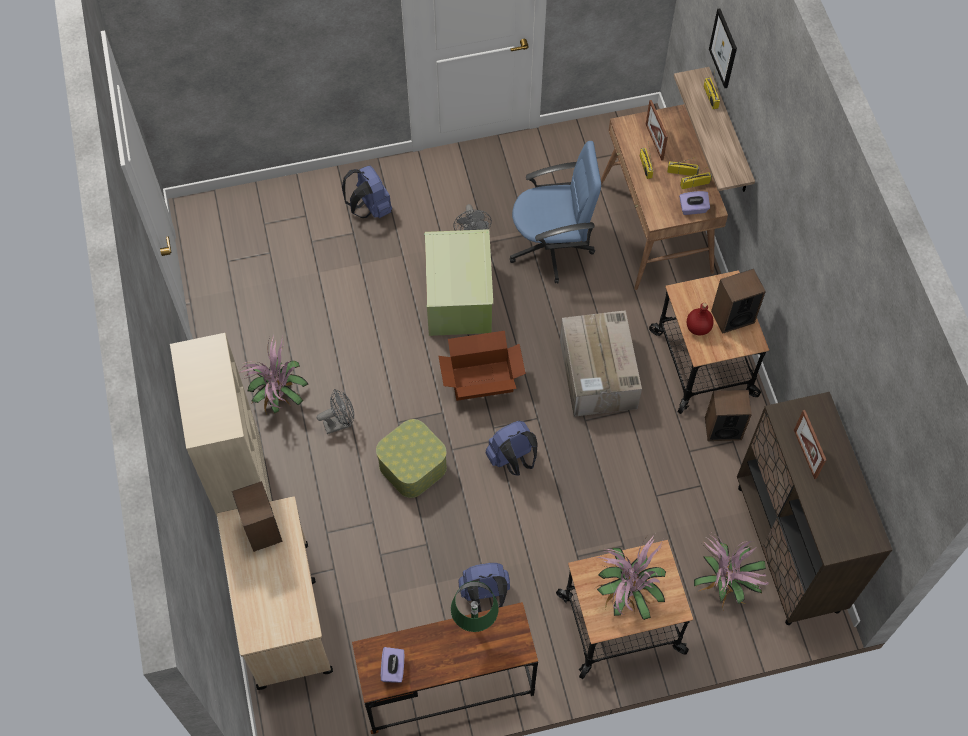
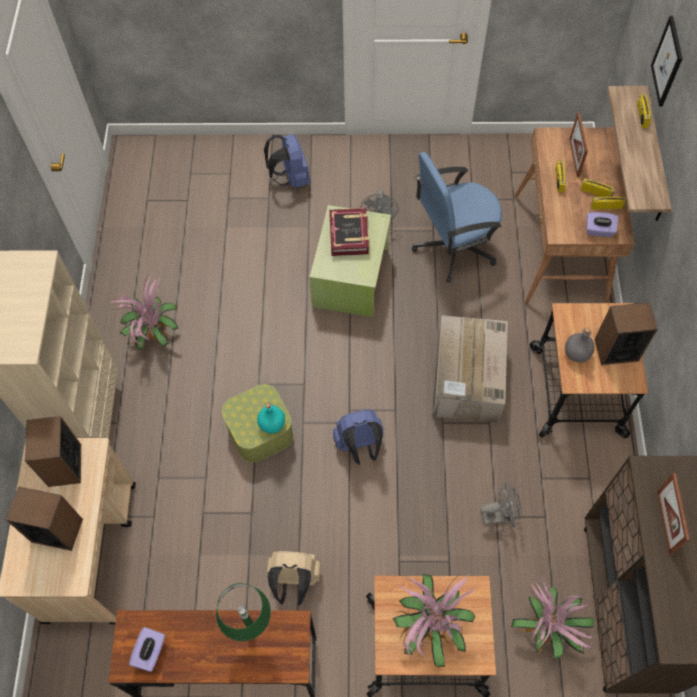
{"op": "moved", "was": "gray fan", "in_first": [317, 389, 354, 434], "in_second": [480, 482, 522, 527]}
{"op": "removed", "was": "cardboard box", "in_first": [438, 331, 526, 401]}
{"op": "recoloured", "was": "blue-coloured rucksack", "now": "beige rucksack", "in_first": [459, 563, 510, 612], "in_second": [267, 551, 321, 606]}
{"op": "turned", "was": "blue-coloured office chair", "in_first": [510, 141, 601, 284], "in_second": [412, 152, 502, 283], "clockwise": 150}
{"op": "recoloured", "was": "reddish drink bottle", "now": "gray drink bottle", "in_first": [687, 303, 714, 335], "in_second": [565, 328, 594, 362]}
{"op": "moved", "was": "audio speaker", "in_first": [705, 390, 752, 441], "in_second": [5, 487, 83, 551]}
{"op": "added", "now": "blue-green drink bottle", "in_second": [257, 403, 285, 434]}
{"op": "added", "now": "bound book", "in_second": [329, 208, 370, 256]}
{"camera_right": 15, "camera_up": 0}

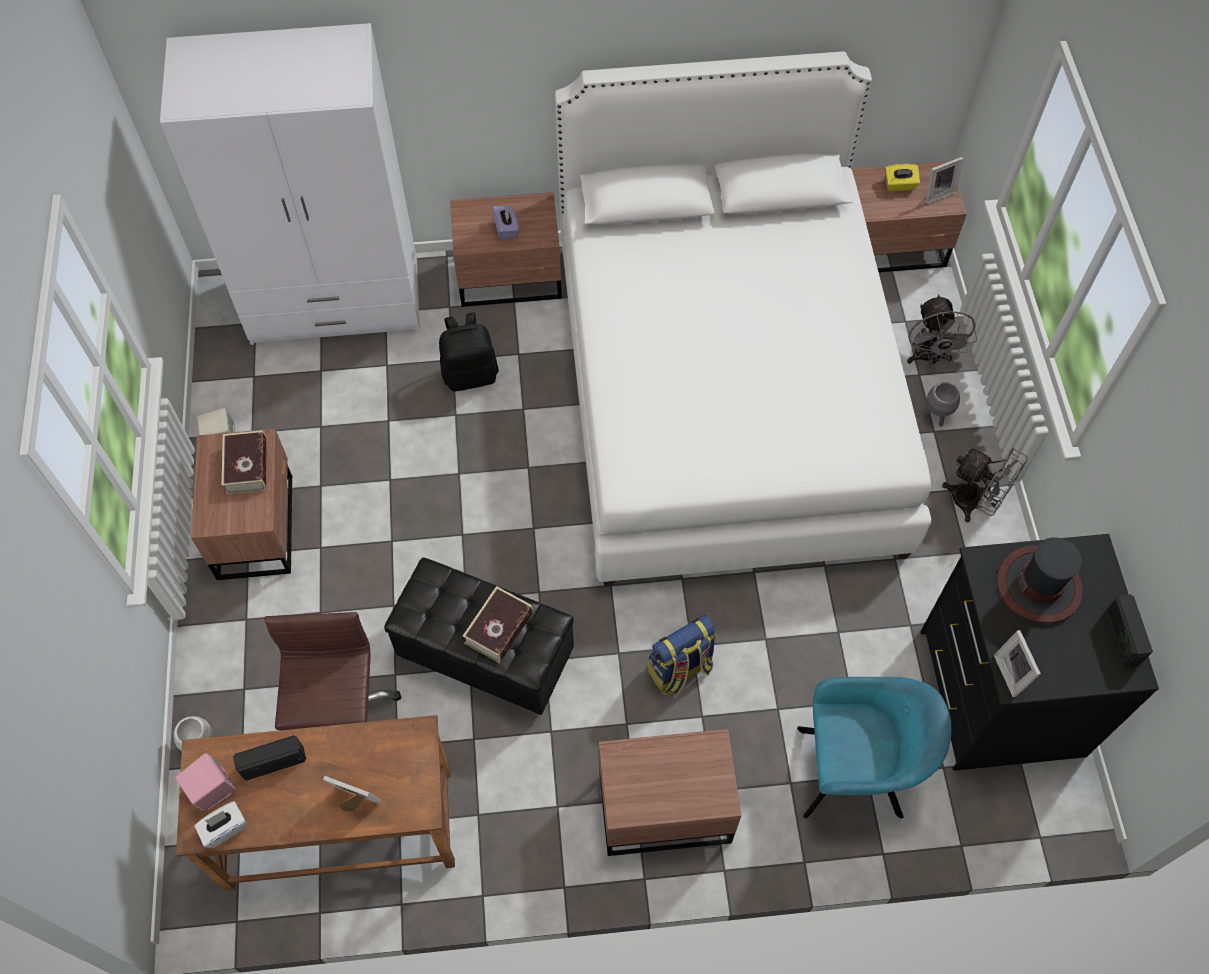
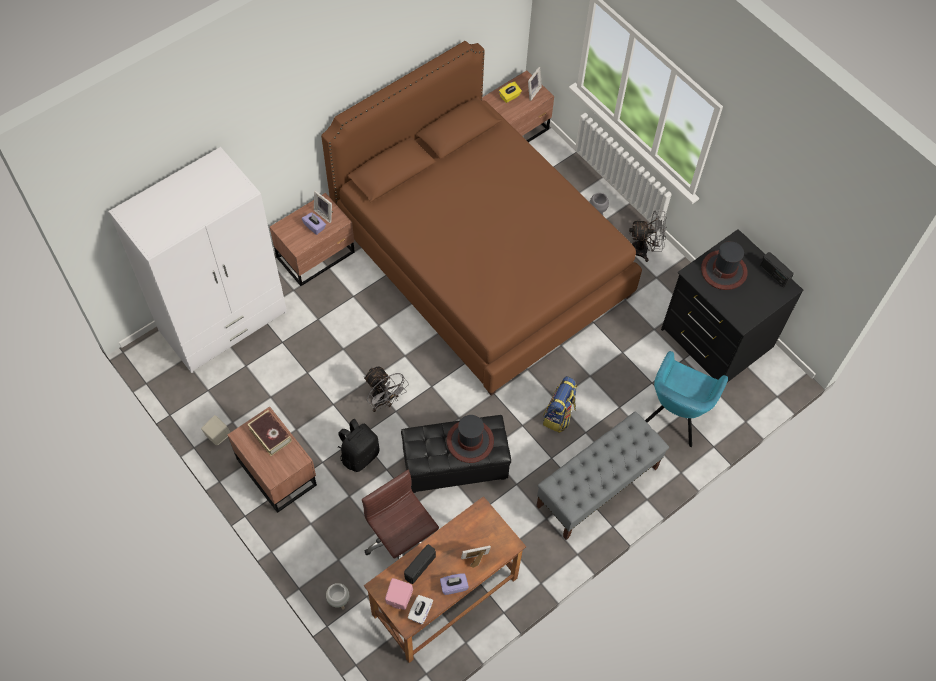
{"op": "moved", "was": "blackish rucksack", "in_first": [439, 312, 499, 391], "in_second": [338, 419, 380, 472]}
{"op": "replaced", "was": "bound book", "now": "wearable hat", "in_first": [463, 586, 533, 663], "in_second": [447, 415, 494, 463]}
{"op": "recoloured", "was": "white bedroom bed", "now": "brown-coloured bedroom bed", "in_first": [555, 51, 932, 586], "in_second": [321, 41, 642, 395]}
{"op": "replaced", "was": "brown-coloured bedside table", "now": "gray bench", "in_first": [599, 729, 741, 856], "in_second": [536, 411, 669, 540]}
{"op": "turned", "was": "blue-green armchair", "in_first": [797, 677, 952, 819], "in_second": [645, 351, 728, 447], "clockwise": 150}
{"op": "moved", "was": "gray fan", "in_first": [907, 294, 977, 365], "in_second": [364, 366, 409, 412]}
{"op": "moved", "was": "photo frame", "in_first": [994, 630, 1041, 698], "in_second": [314, 191, 333, 223]}
{"op": "added", "now": "purplish box of tissues", "in_second": [440, 573, 469, 595]}
{"camera_right": -35, "camera_up": 0}

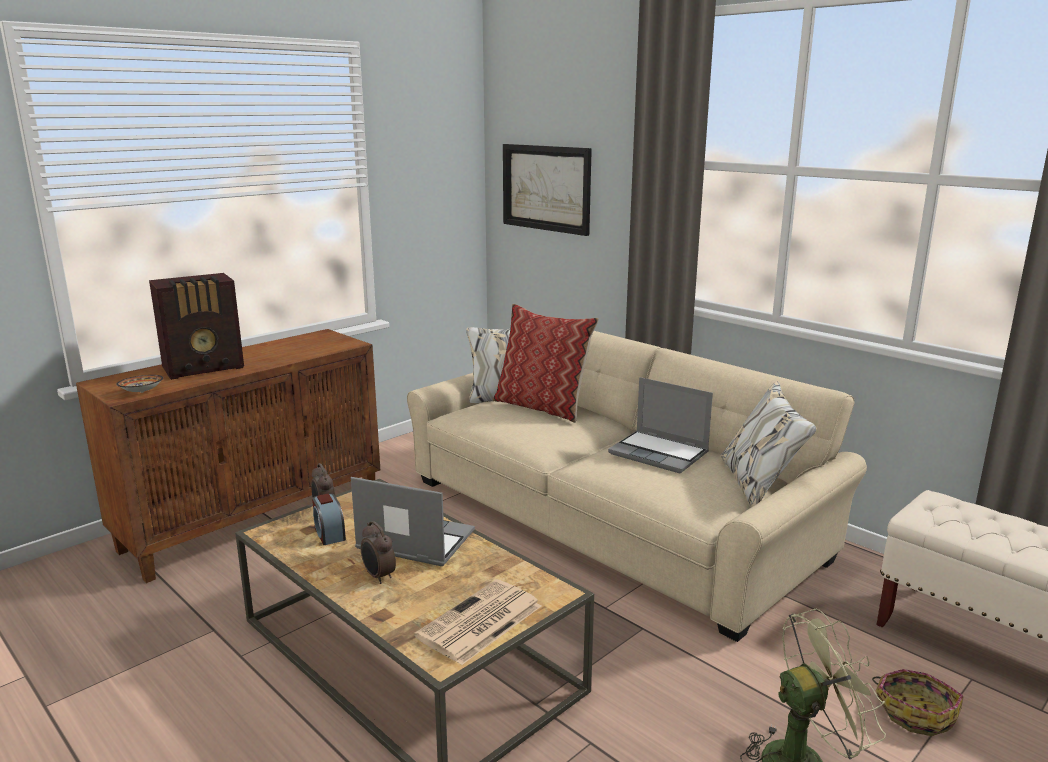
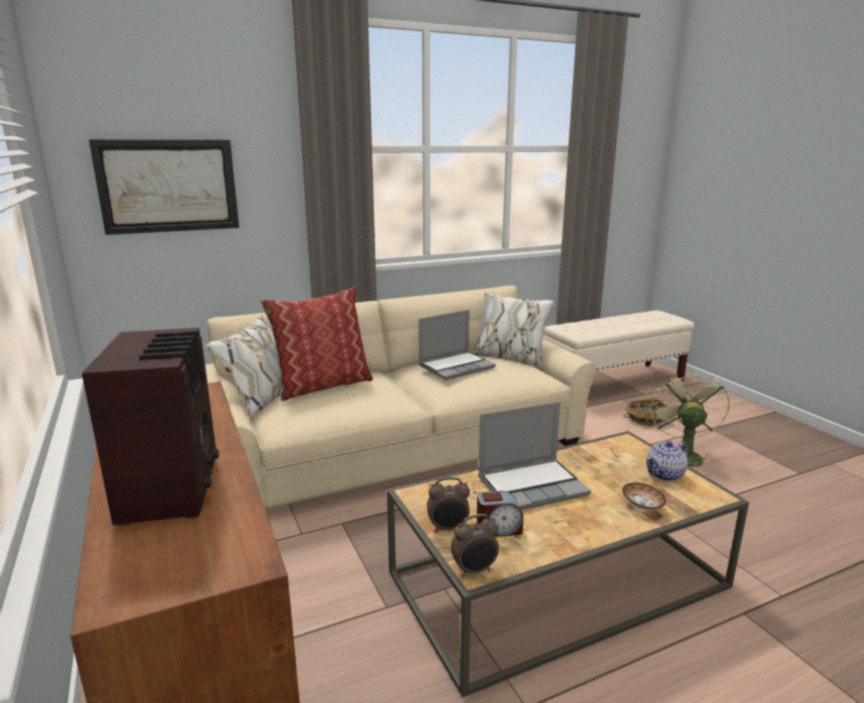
{"op": "moved", "was": "bowl", "in_first": [116, 375, 164, 393], "in_second": [622, 482, 666, 510]}
{"op": "turned", "was": "portable computer", "in_first": [351, 477, 475, 566], "in_second": [478, 402, 591, 510], "clockwise": -150}
{"op": "moved", "was": "table clock", "in_first": [361, 521, 396, 584], "in_second": [451, 514, 499, 577]}
{"op": "replaced", "was": "daily paper", "now": "pot for tea", "in_first": [414, 580, 541, 665], "in_second": [646, 441, 688, 481]}
{"camera_right": -70, "camera_up": 0}

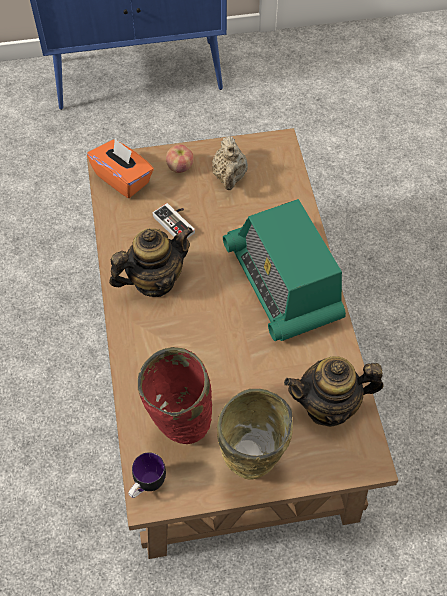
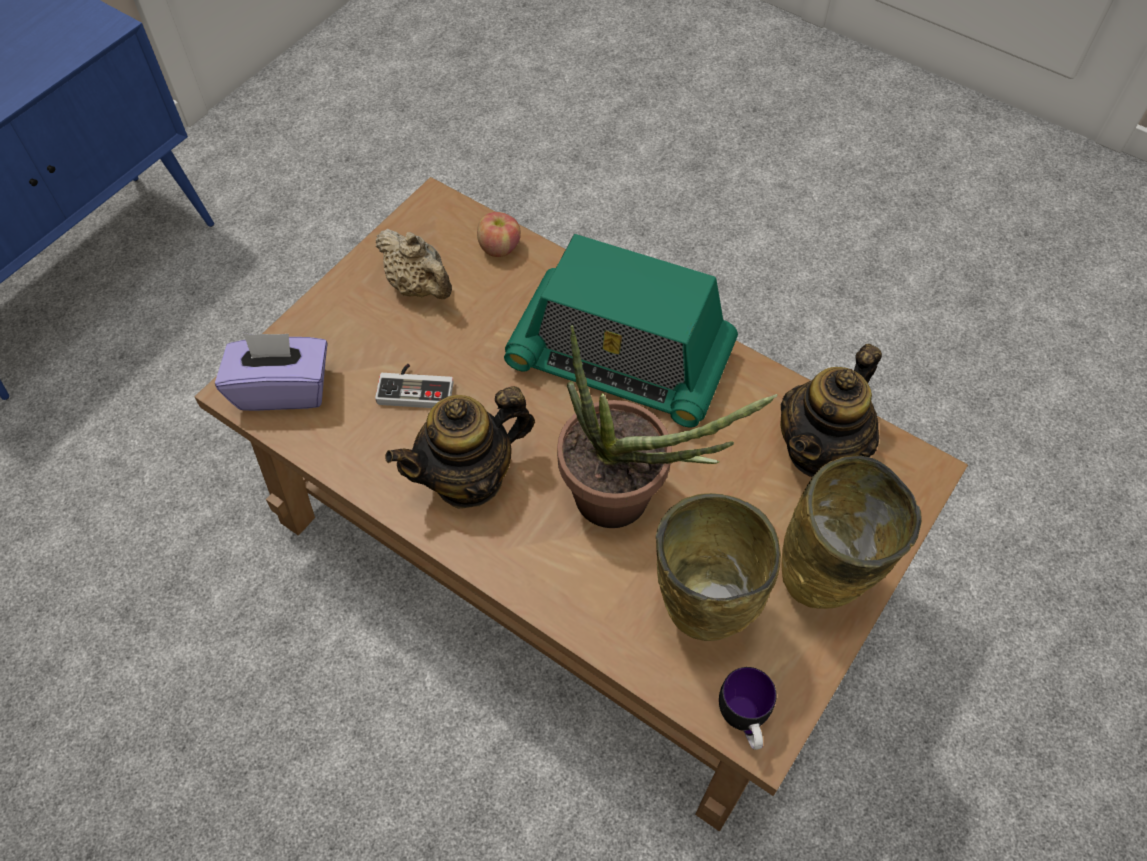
{"op": "recoloured", "was": "orange box of tissues", "now": "purplish box of tissues", "in_first": [87, 138, 154, 198], "in_second": [215, 333, 328, 411]}
{"op": "turned", "was": "pot for tea", "in_first": [109, 227, 193, 297], "in_second": [385, 386, 535, 509], "clockwise": -135}
{"op": "recoloured", "was": "reddish flower vase", "now": "beige flower vase", "in_first": [138, 347, 212, 444], "in_second": [656, 493, 781, 641]}
{"op": "moved", "was": "apple", "in_first": [166, 144, 194, 173], "in_second": [477, 212, 521, 257]}
{"op": "added", "now": "houseplant", "in_second": [557, 325, 778, 528]}
{"camera_right": -45, "camera_up": 0}

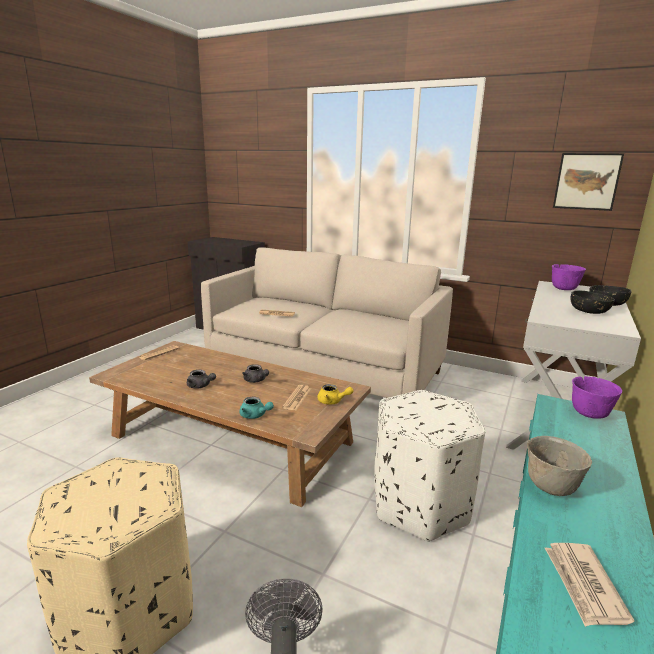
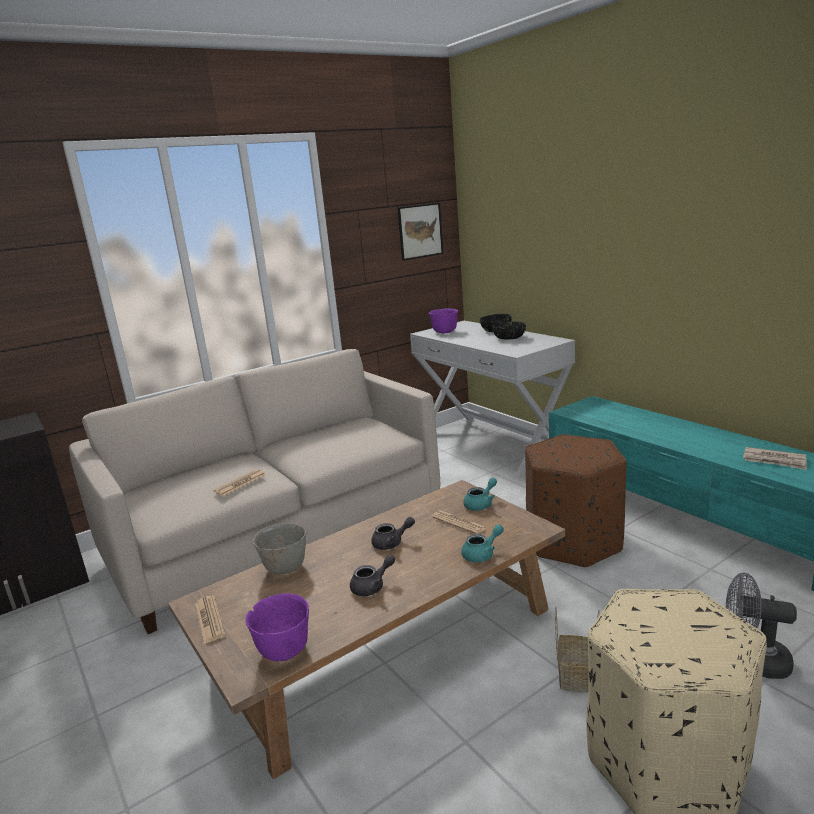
{"op": "recoloured", "was": "yellow-coloured pot for tea", "now": "blue-green pot for tea", "in_first": [317, 384, 354, 405], "in_second": [463, 478, 497, 511]}
{"op": "recoloured", "was": "white footrest", "now": "brown-coloured footrest", "in_first": [374, 390, 485, 542], "in_second": [525, 434, 627, 568]}
{"op": "moved", "was": "gray bowl", "in_first": [527, 436, 592, 496], "in_second": [253, 523, 306, 574]}
{"op": "moved", "was": "purplish bowl", "in_first": [572, 376, 622, 419], "in_second": [245, 593, 309, 661]}
{"op": "added", "now": "household basket", "in_second": [555, 606, 600, 693]}
{"camera_right": -60, "camera_up": 0}

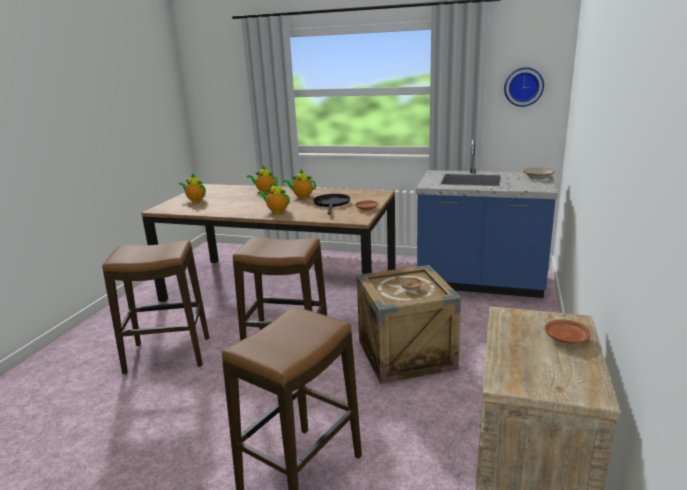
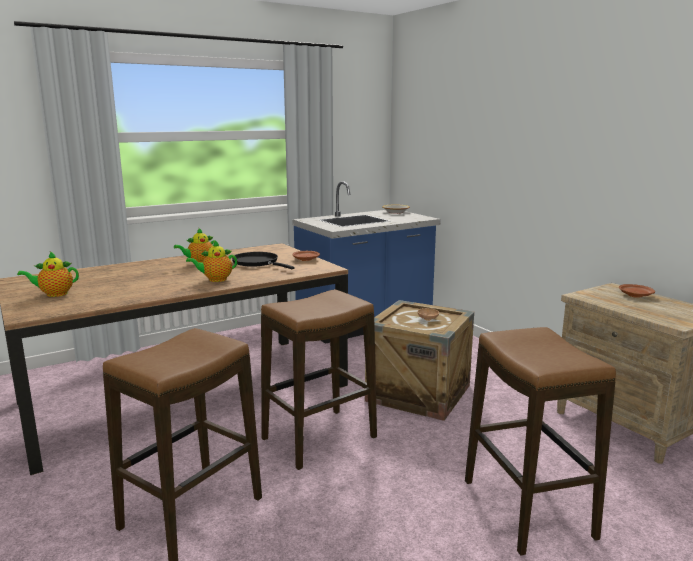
{"op": "removed", "was": "pot for tea", "in_first": [247, 165, 277, 193]}
{"op": "removed", "was": "wall clock", "in_first": [504, 67, 544, 107]}
{"camera_right": -50, "camera_up": -5}

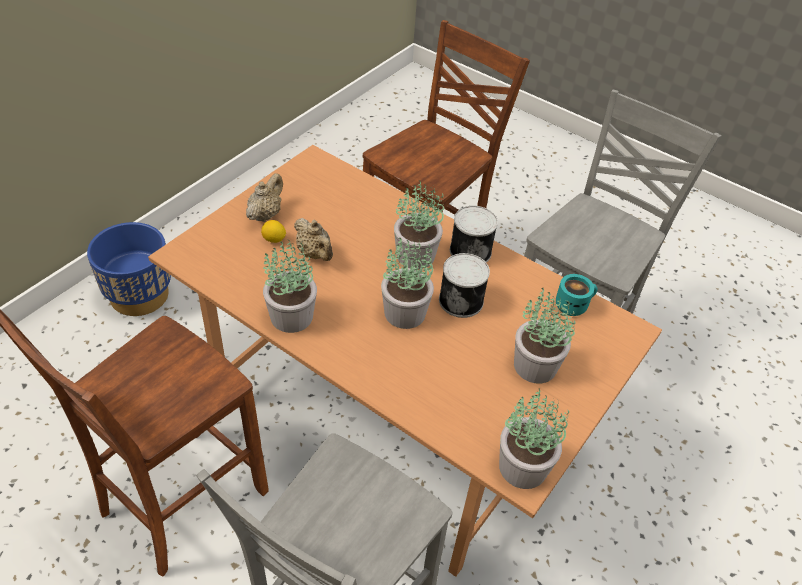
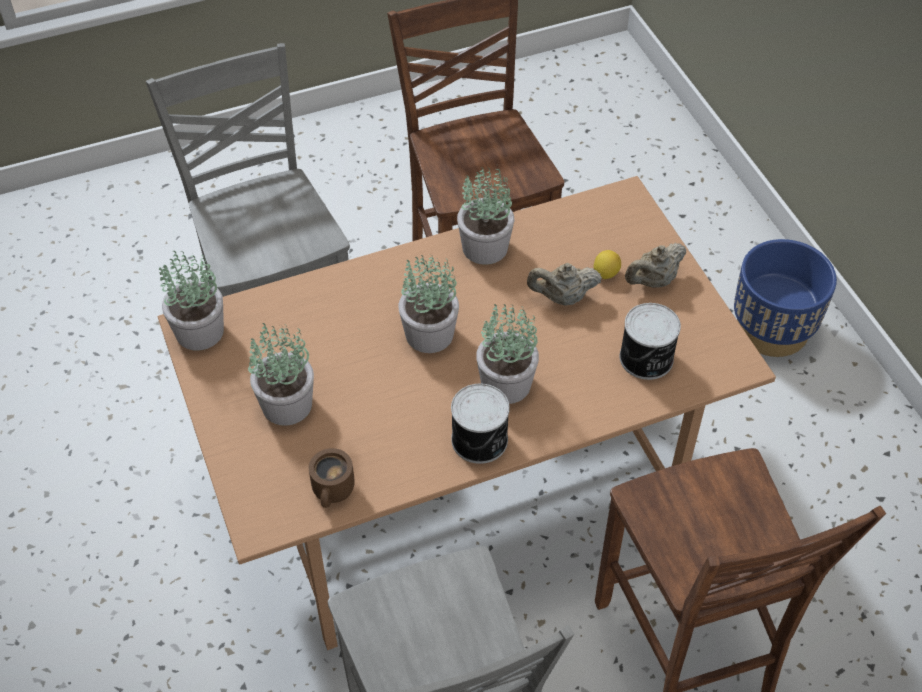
{"op": "turned", "was": "beige pot for tea", "in_first": [246, 173, 283, 222], "in_second": [625, 243, 686, 288], "clockwise": 90}
{"op": "moved", "was": "metal can", "in_first": [439, 253, 490, 318], "in_second": [619, 303, 681, 380]}
{"op": "recoloured", "was": "blue-green tea mug", "now": "brown-coloured tea mug", "in_first": [556, 274, 597, 316], "in_second": [309, 448, 355, 508]}
{"camera_right": 125, "camera_up": 5}

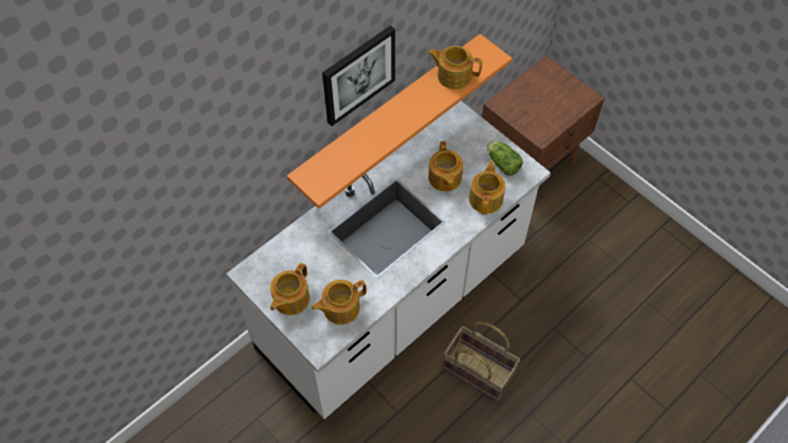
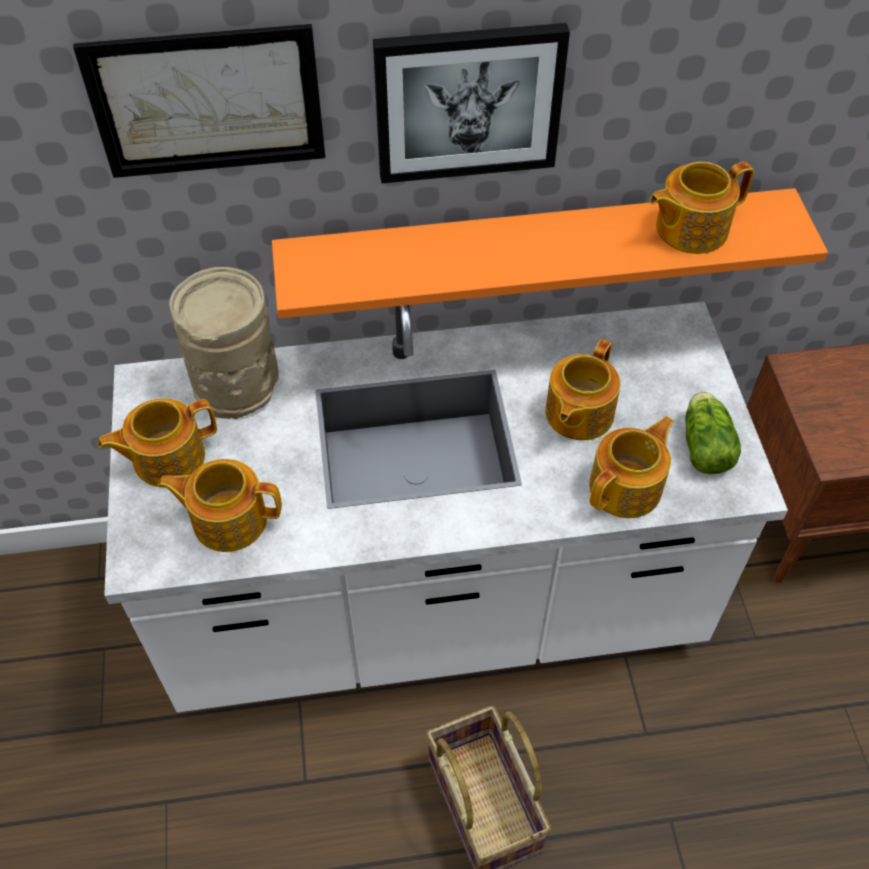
{"op": "turned", "was": "pot for tea", "in_first": [428, 46, 482, 89], "in_second": [649, 162, 754, 254], "clockwise": -75}
{"op": "added", "now": "wall picture", "in_second": [73, 24, 325, 178]}
{"op": "added", "now": "beige flower vase", "in_second": [169, 267, 279, 419]}
{"camera_right": 35, "camera_up": -5}

